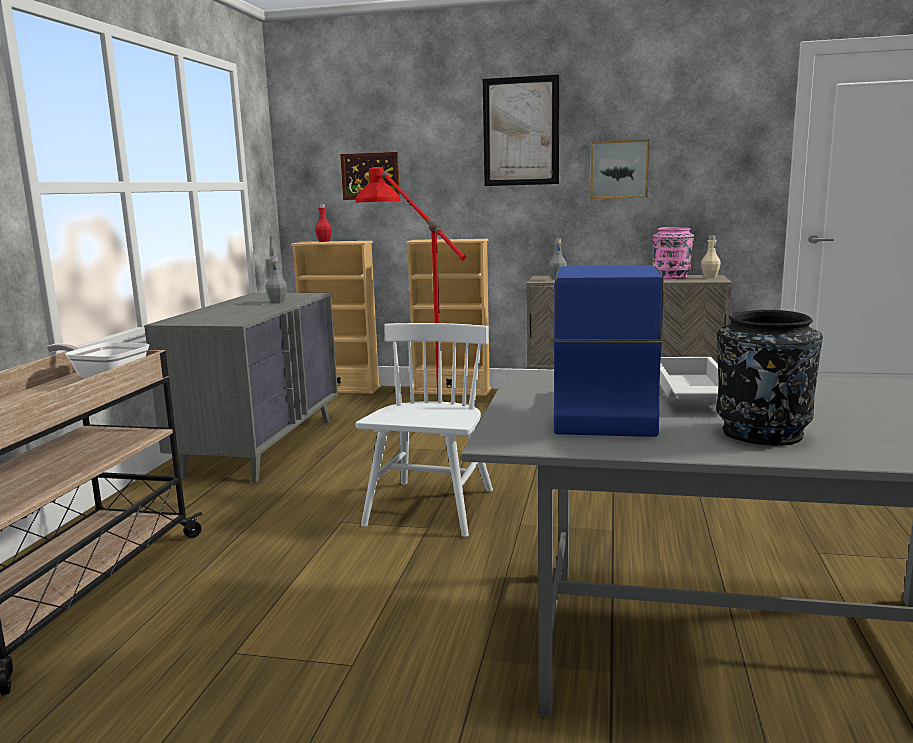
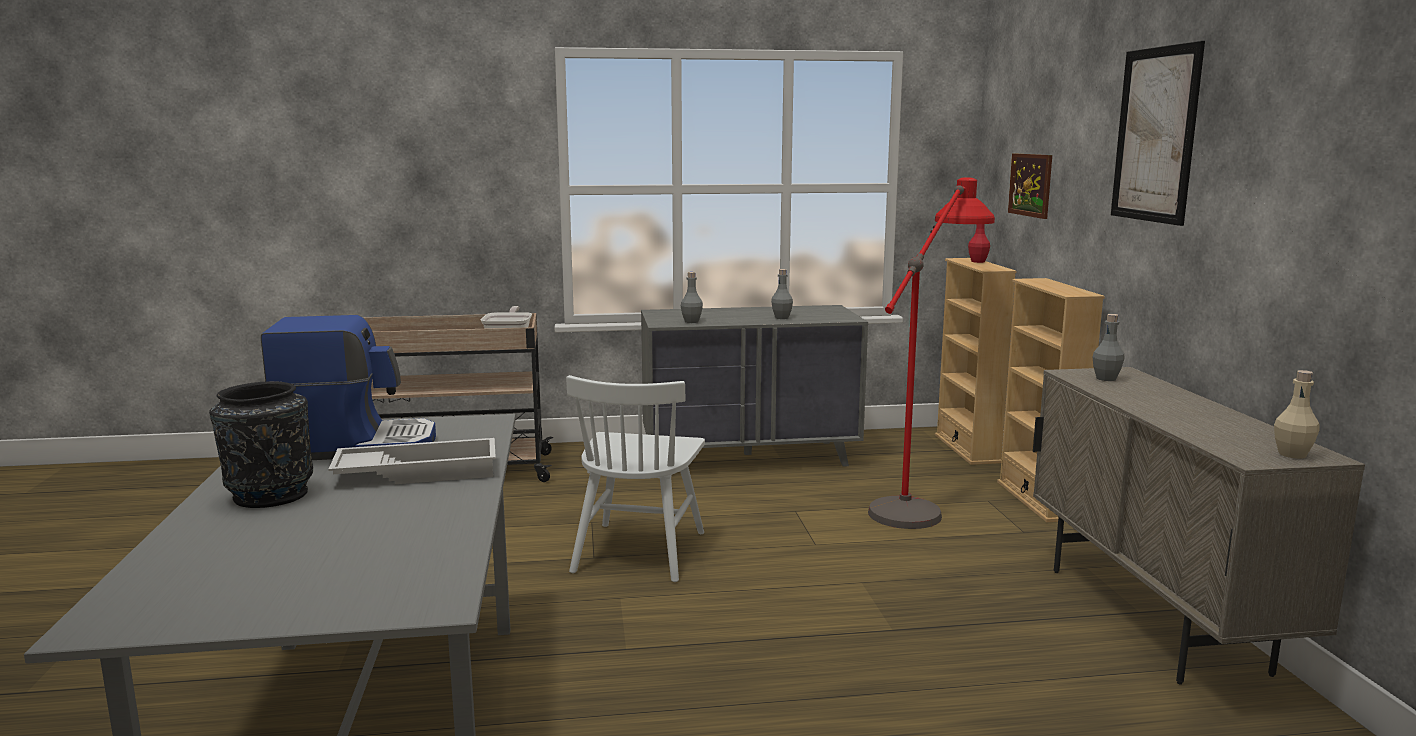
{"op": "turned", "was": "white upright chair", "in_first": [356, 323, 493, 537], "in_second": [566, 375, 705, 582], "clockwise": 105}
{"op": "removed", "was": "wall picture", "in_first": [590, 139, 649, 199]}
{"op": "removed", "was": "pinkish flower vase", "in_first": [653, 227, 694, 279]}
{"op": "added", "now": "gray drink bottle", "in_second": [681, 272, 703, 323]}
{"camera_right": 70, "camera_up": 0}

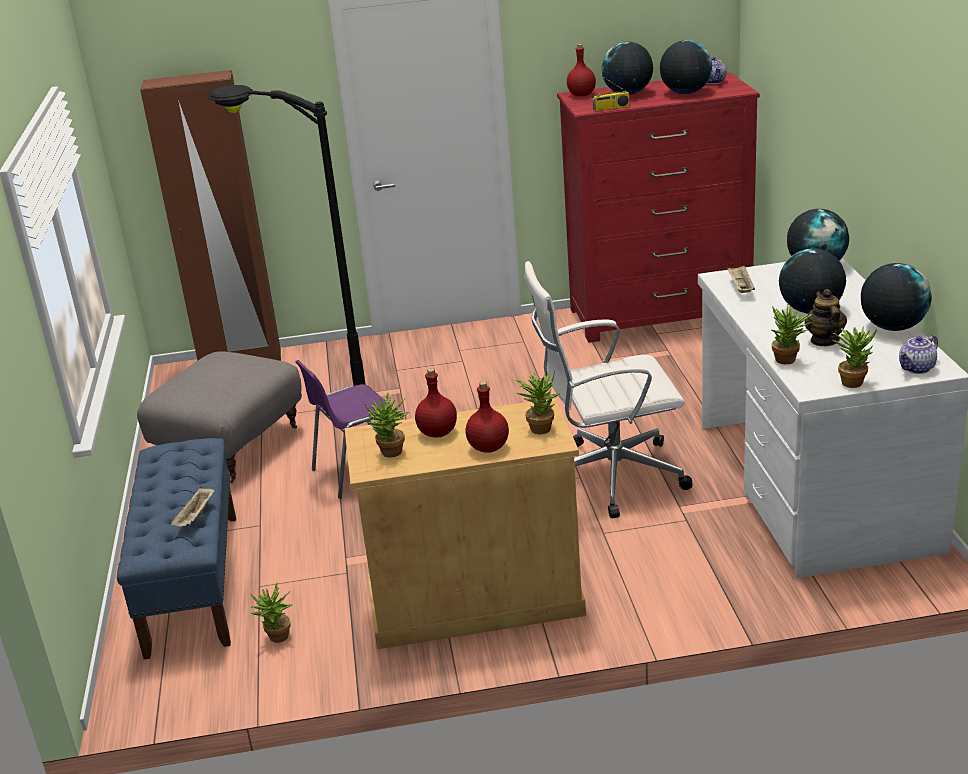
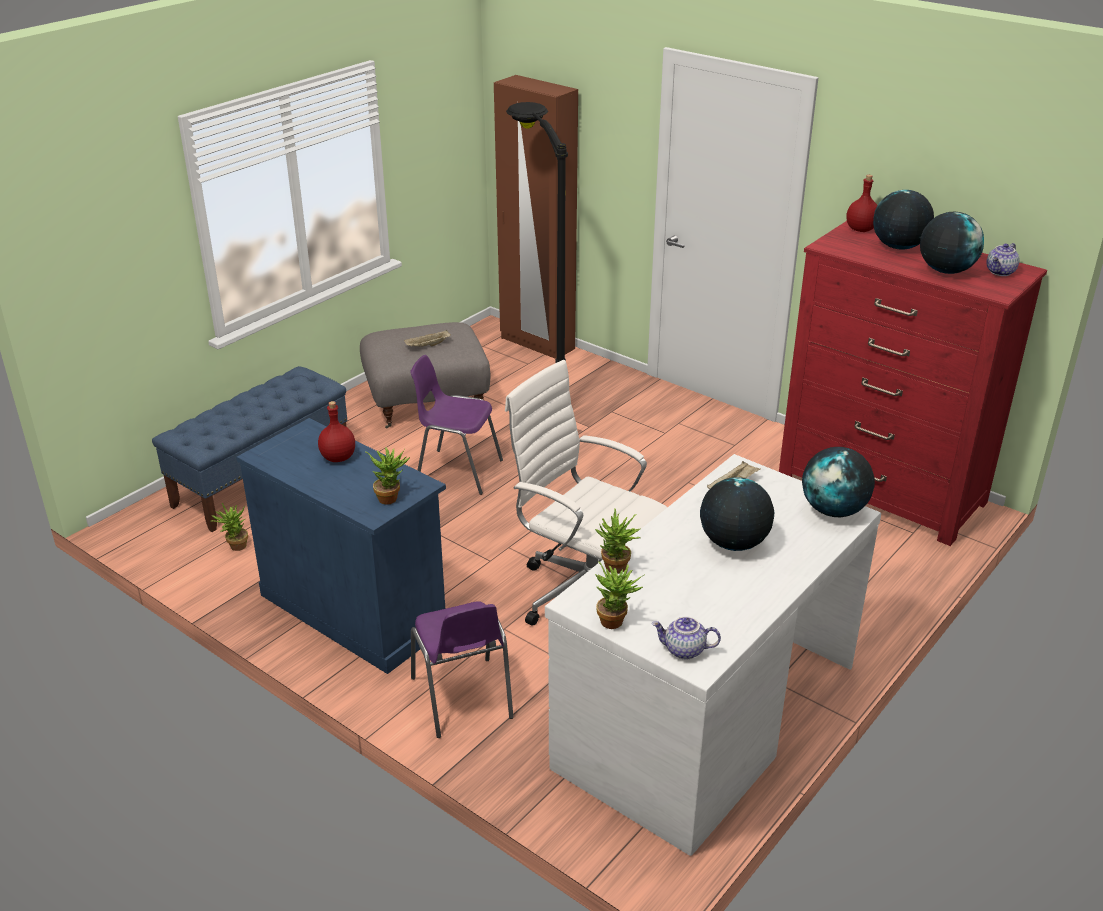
{"op": "moved", "was": "beige carrying tray", "in_first": [171, 486, 215, 526], "in_second": [404, 330, 451, 347]}
{"op": "recoloured", "was": "beige storage cabinet", "now": "blue-coloured storage cabinet", "in_first": [345, 398, 586, 649], "in_second": [236, 418, 446, 674]}
{"op": "removed", "was": "houseplant", "in_first": [365, 392, 409, 458]}
{"op": "removed", "was": "reddish drink bottle", "in_first": [466, 381, 509, 453]}
{"op": "removed", "was": "radio set", "in_first": [593, 75, 629, 111]}
{"op": "removed", "was": "pot for tea", "in_first": [805, 289, 847, 346]}
{"op": "removed", "was": "world globe", "in_first": [861, 263, 932, 331]}
{"op": "added", "now": "purplish upright chair", "in_second": [411, 601, 514, 738]}
{"camera_right": 45, "camera_up": 5}

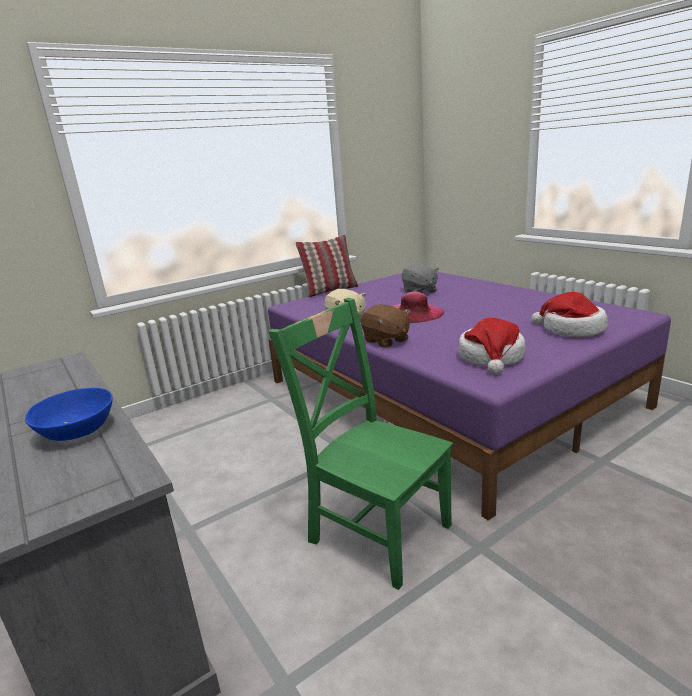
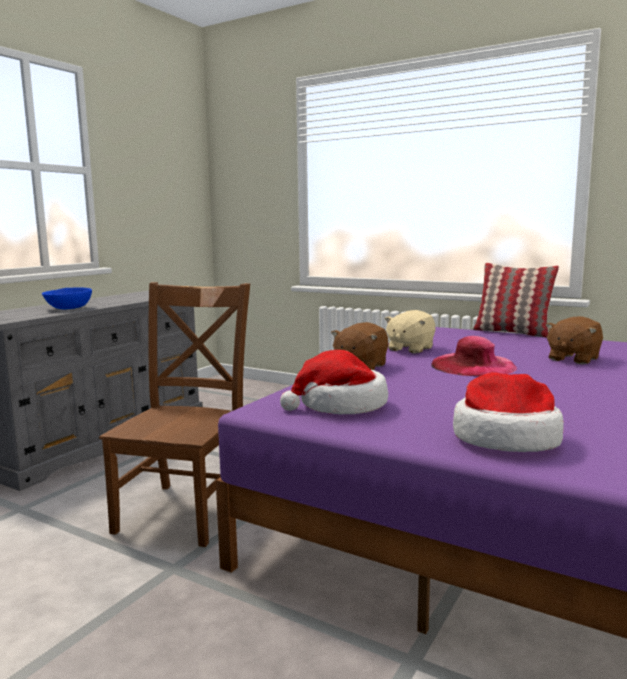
{"op": "recoloured", "was": "green-coloured upright chair", "now": "brown-coloured upright chair", "in_first": [268, 298, 453, 590], "in_second": [99, 282, 250, 547]}
{"op": "recoloured", "was": "gray cuddly toy", "now": "brown-coloured cuddly toy", "in_first": [402, 264, 439, 293], "in_second": [545, 316, 603, 365]}
{"camera_right": 65, "camera_up": -10}

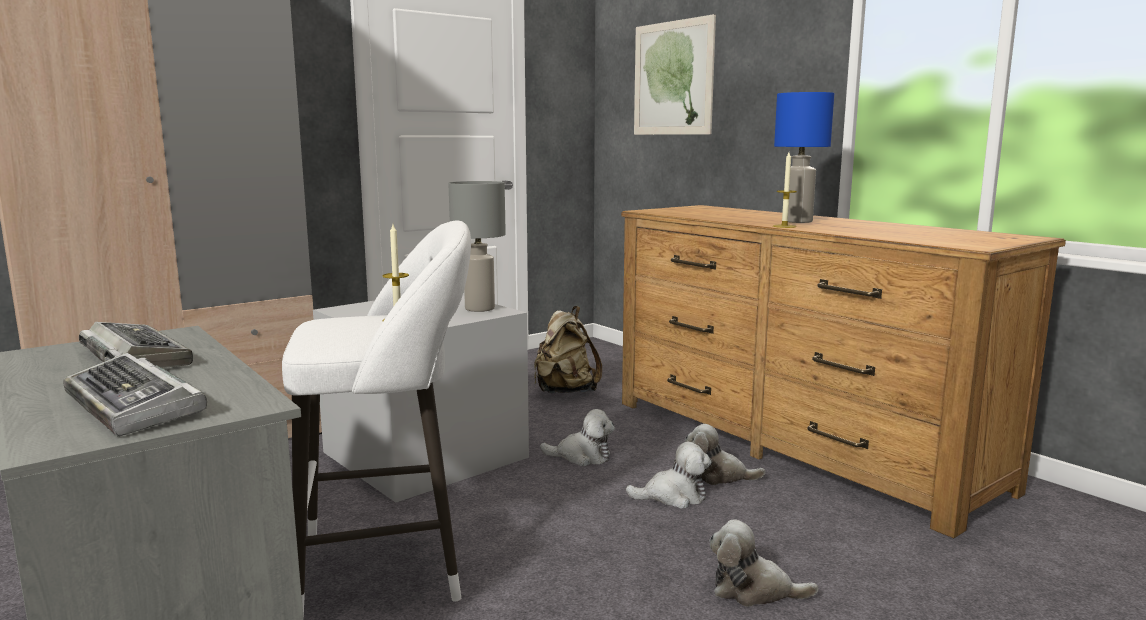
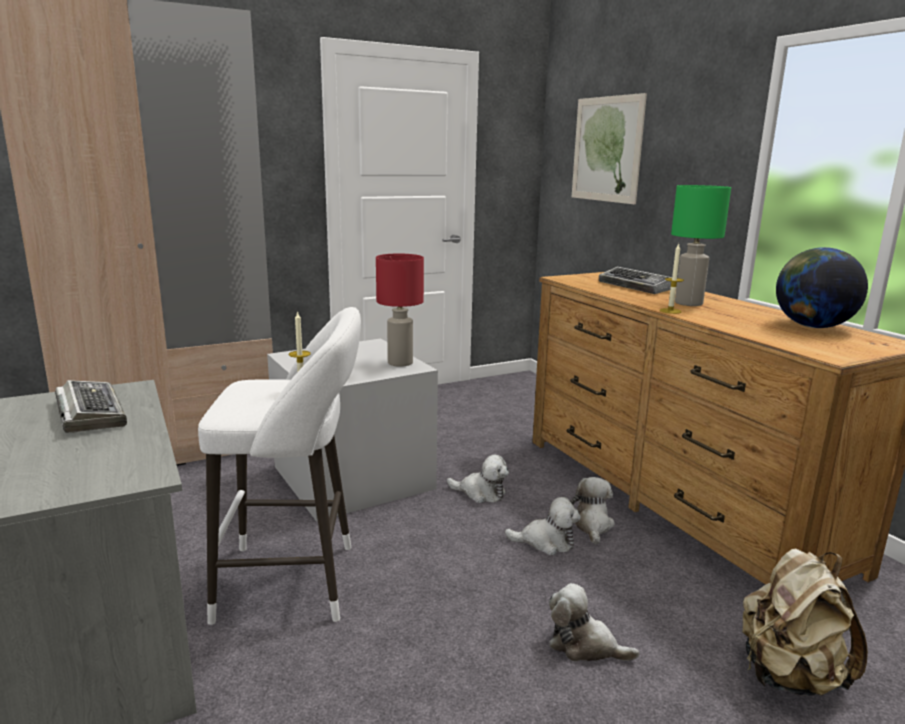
{"op": "moved", "was": "keyboard", "in_first": [63, 353, 207, 437], "in_second": [599, 267, 677, 294]}
{"op": "recoloured", "was": "gray tabletop lamp", "now": "reddish tabletop lamp", "in_first": [448, 181, 506, 312], "in_second": [376, 254, 424, 367]}
{"op": "moved", "was": "beige rucksack", "in_first": [534, 306, 602, 394], "in_second": [742, 548, 868, 696]}
{"op": "turned", "was": "cuddly toy", "in_first": [685, 424, 766, 485], "in_second": [570, 477, 615, 545], "clockwise": 75}
{"op": "recoloured", "was": "blue-coloured tabletop lamp", "now": "green-coloured tabletop lamp", "in_first": [774, 92, 834, 223], "in_second": [671, 185, 731, 306]}
{"op": "added", "now": "world globe", "in_second": [776, 247, 868, 328]}
{"camera_right": 10, "camera_up": 5}

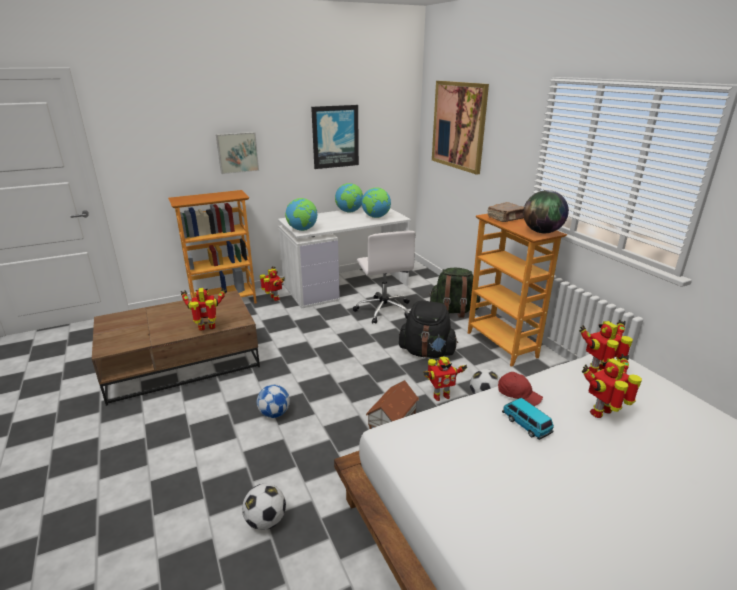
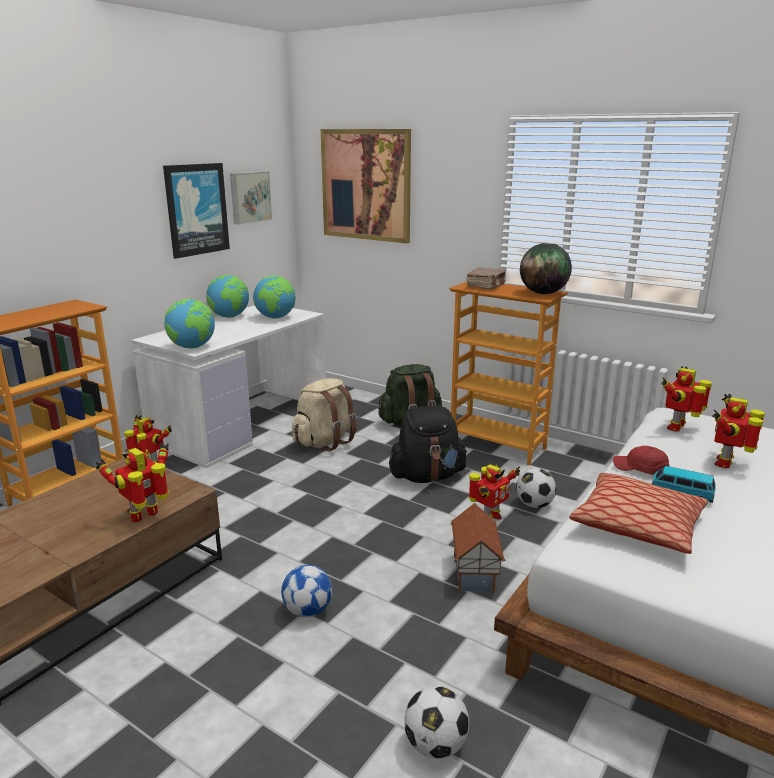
{"op": "moved", "was": "wall picture", "in_first": [216, 132, 259, 174], "in_second": [230, 171, 272, 225]}
{"op": "replaced", "was": "white office chair", "now": "beige rucksack", "in_first": [353, 231, 416, 324], "in_second": [292, 378, 357, 451]}
{"op": "turned", "was": "reddish peaked cap", "in_first": [498, 372, 543, 406], "in_second": [613, 446, 670, 475], "clockwise": -150}
{"op": "added", "now": "pillow", "in_second": [569, 473, 708, 554]}
{"camera_right": -30, "camera_up": -5}

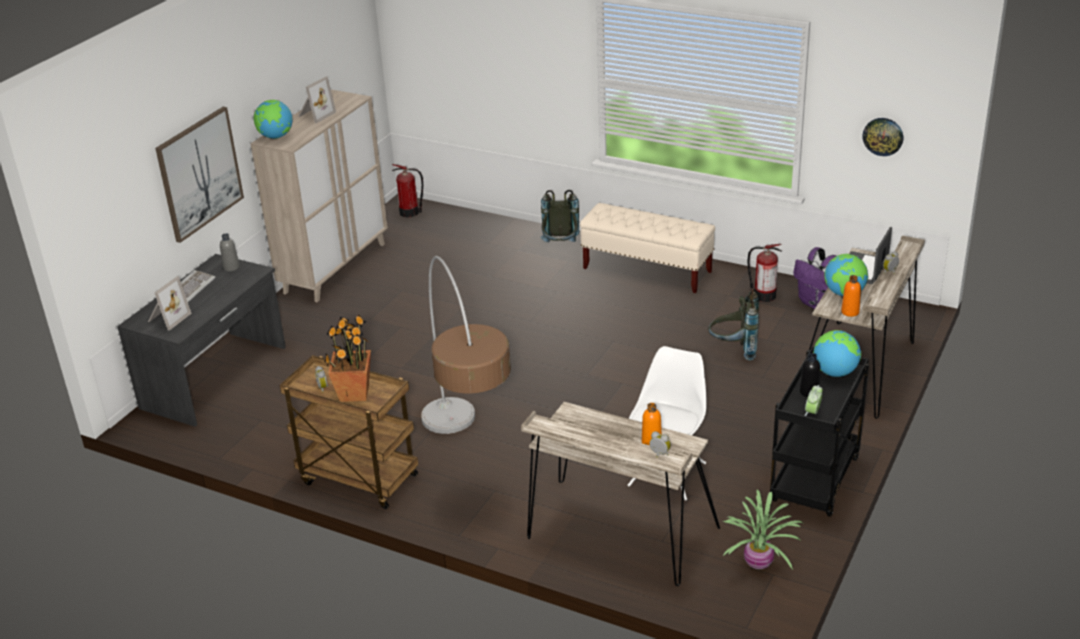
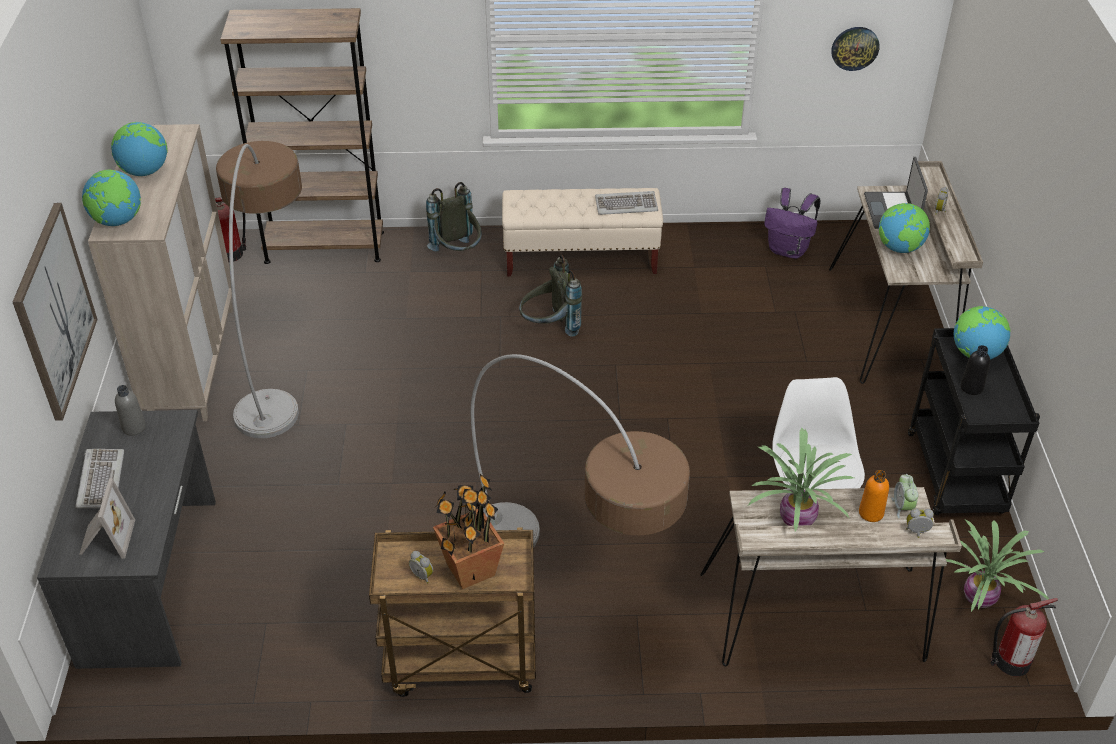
{"op": "replaced", "was": "photo frame", "now": "world globe", "in_first": [298, 76, 336, 123], "in_second": [111, 122, 167, 176]}
{"op": "moved", "was": "gray rucksack", "in_first": [708, 288, 759, 360], "in_second": [519, 255, 582, 337]}
{"op": "moved", "was": "fire-fighting cylinder", "in_first": [748, 244, 782, 302], "in_second": [990, 598, 1058, 676]}
{"op": "moved", "was": "table clock", "in_first": [804, 385, 823, 416], "in_second": [892, 474, 919, 518]}
{"op": "removed", "was": "orange drink bottle", "in_first": [841, 275, 861, 317]}
{"op": "added", "now": "standard lamp", "in_second": [216, 141, 302, 438]}
{"op": "added", "now": "brown-coloured shelving unit", "in_second": [220, 8, 384, 264]}
{"op": "added", "now": "keyboard", "in_second": [595, 191, 658, 215]}
{"op": "added", "now": "houseplant", "in_second": [748, 428, 854, 532]}
{"camera_right": -30, "camera_up": 10}

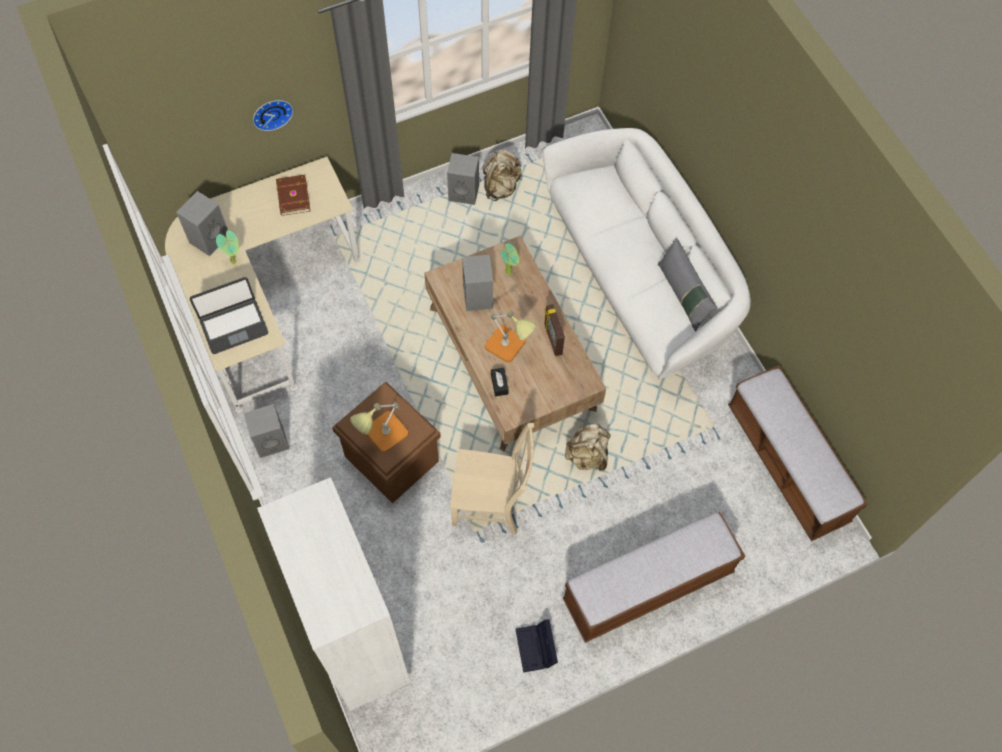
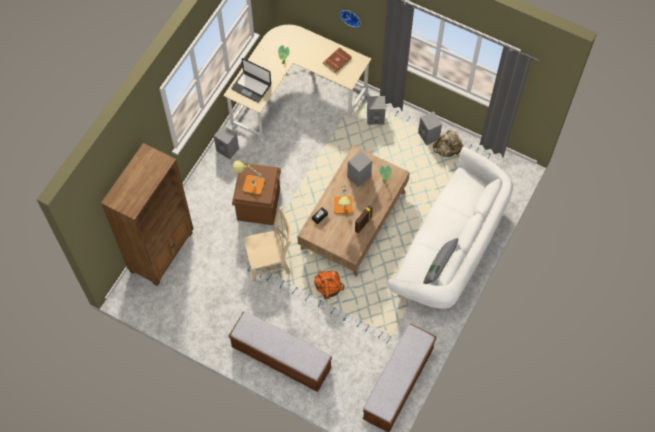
{"op": "moved", "was": "gray audio speaker", "in_first": [176, 191, 228, 256], "in_second": [367, 96, 386, 125]}
{"op": "recoloured", "was": "white shelving unit", "now": "brown-coloured shelving unit", "in_first": [257, 477, 410, 712], "in_second": [101, 143, 193, 286]}
{"op": "turned", "was": "beige upright chair", "in_first": [450, 423, 534, 535], "in_second": [244, 206, 292, 282], "clockwise": -75}
{"op": "removed", "was": "blackish storage bin", "in_first": [516, 619, 558, 673]}
{"op": "recoloured", "was": "beige rucksack", "now": "orange rucksack", "in_first": [565, 423, 611, 471], "in_second": [314, 271, 344, 299]}
{"camera_right": 55, "camera_up": 0}

